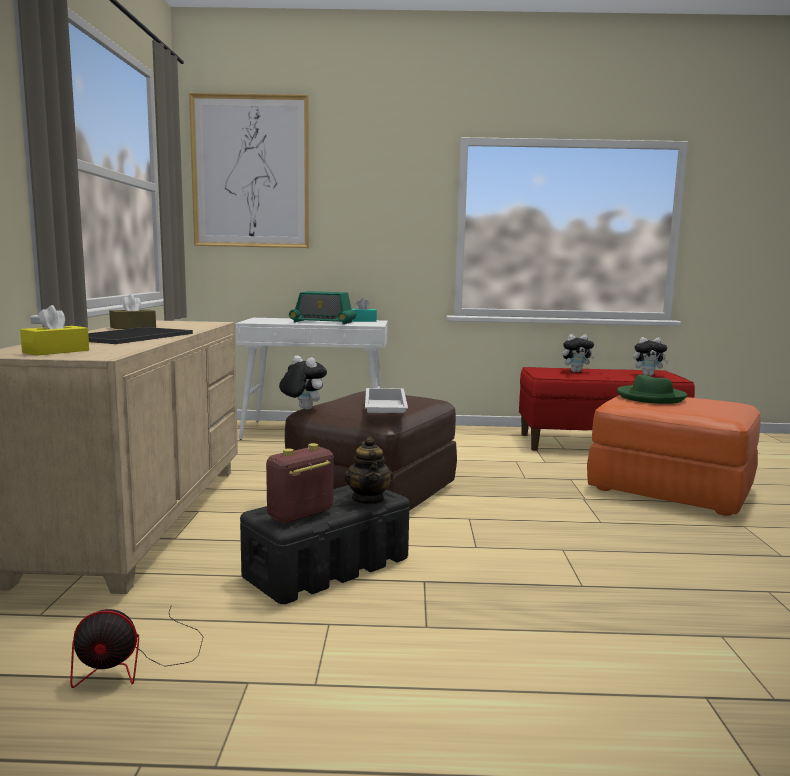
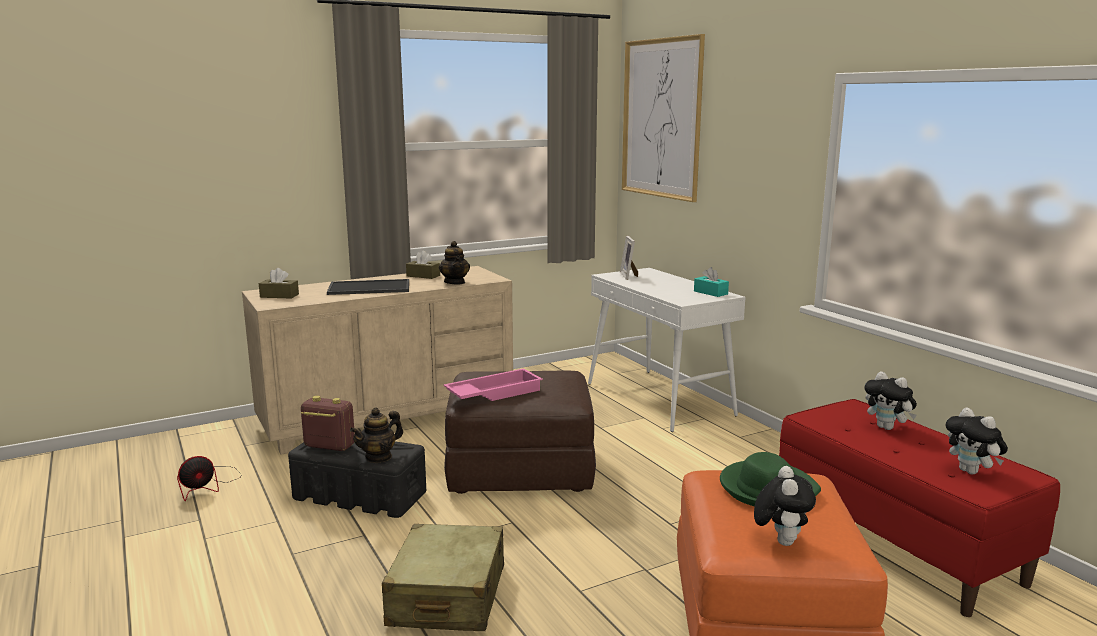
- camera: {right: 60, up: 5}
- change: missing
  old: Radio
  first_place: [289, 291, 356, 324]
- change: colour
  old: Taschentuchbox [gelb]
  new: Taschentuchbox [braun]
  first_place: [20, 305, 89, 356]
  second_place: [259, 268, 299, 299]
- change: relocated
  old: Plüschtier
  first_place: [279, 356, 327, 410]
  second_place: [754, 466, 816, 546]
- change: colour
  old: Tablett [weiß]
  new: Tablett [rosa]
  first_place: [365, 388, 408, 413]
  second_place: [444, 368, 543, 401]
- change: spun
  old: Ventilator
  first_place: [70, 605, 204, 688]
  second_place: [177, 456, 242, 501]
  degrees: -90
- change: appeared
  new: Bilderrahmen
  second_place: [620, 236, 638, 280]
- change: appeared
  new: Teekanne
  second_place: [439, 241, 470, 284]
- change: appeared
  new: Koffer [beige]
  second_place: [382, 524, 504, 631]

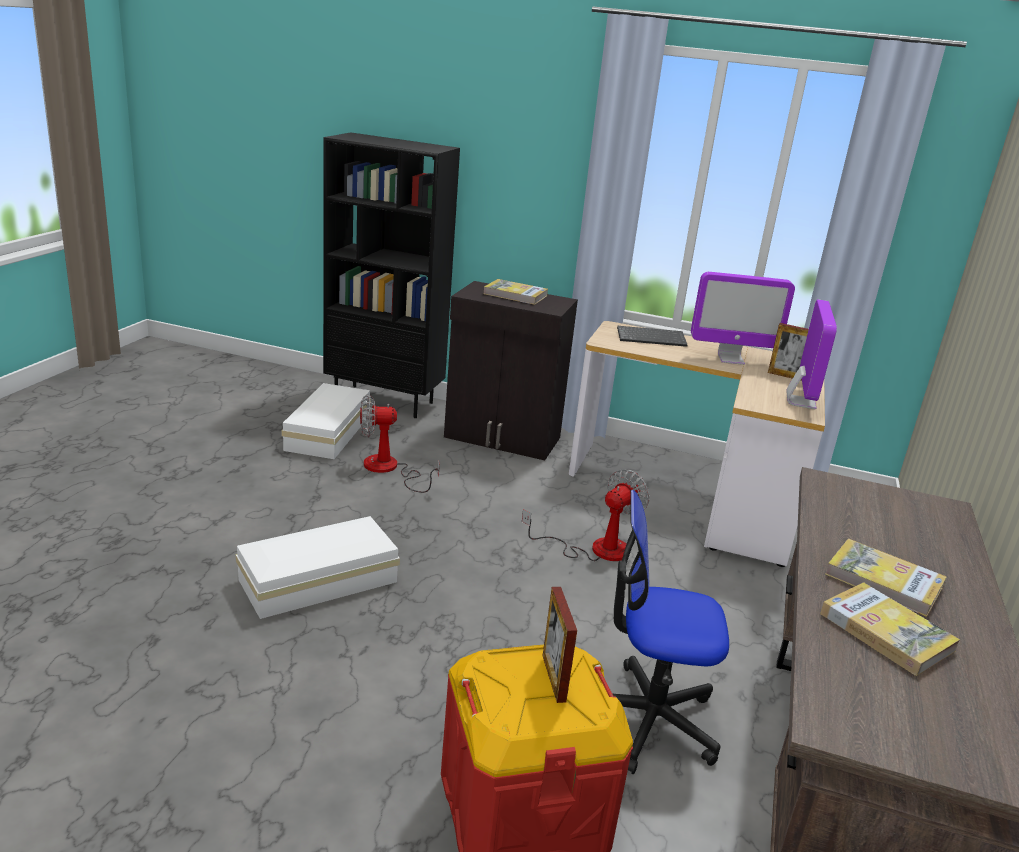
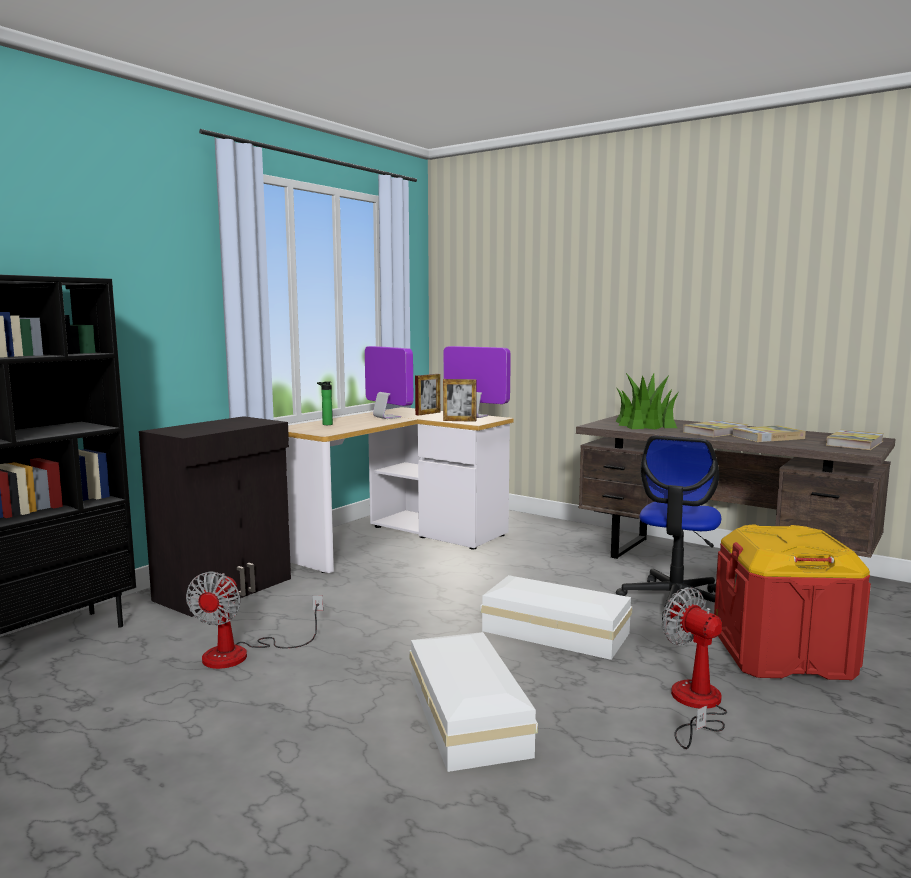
- camera: {right: -70, up: -15}
- change: spun
  old: Monitor
  first_place: [691, 272, 795, 365]
  second_place: [365, 346, 413, 419]
  degrees: -60
- change: relocated
  old: Buch
  first_place: [484, 279, 548, 305]
  second_place: [826, 430, 884, 450]
- change: exchanged
  old: Tastatur
  new: Flasche
  first_place: [617, 326, 687, 347]
  second_place: [317, 381, 333, 425]
- change: relocated
  old: Aufbewahrungsbox [weiß]
  first_place: [281, 383, 371, 459]
  second_place: [481, 575, 632, 660]
- change: relocated
  old: Ventilator
  first_place: [522, 469, 650, 561]
  second_place: [662, 587, 727, 749]
- change: relocated
  old: Bilderrahmen
  first_place: [543, 587, 577, 703]
  second_place: [443, 379, 477, 422]
- change: appeared
  new: Topfpflanze
  second_place: [615, 372, 679, 429]

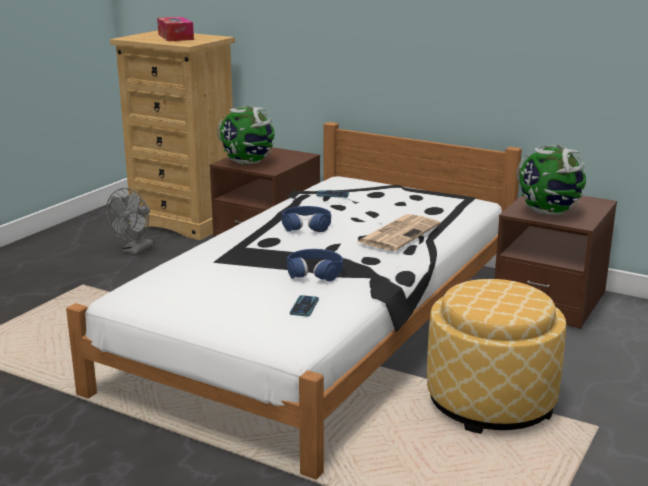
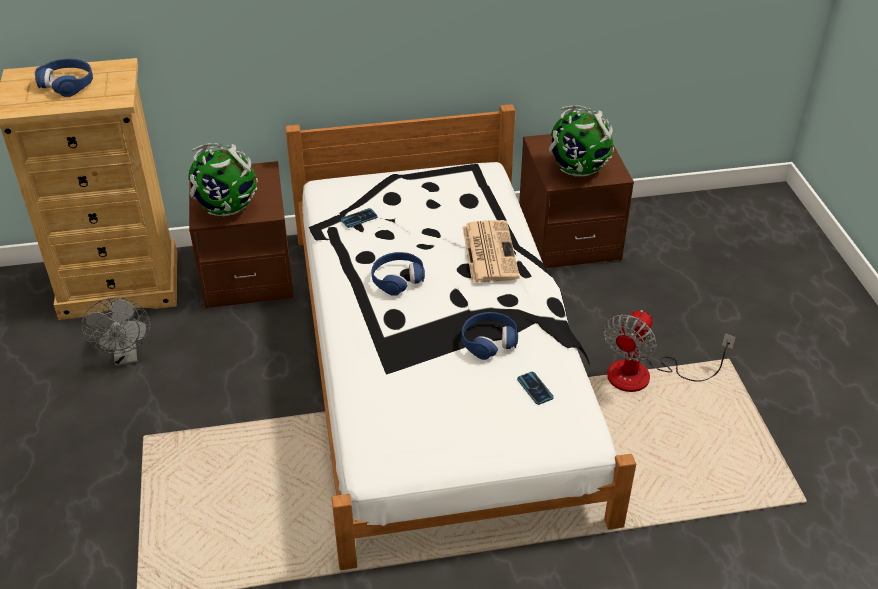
- camera: {right: -40, up: 20}
- change: exchanged
  old: Taschentuchbox
  new: Kopfhörer [blau]
  first_place: [157, 17, 194, 41]
  second_place: [35, 58, 93, 97]
- change: exchanged
  old: Polsterhocker
  new: Ventilator
  first_place: [427, 279, 566, 434]
  second_place: [603, 310, 736, 392]

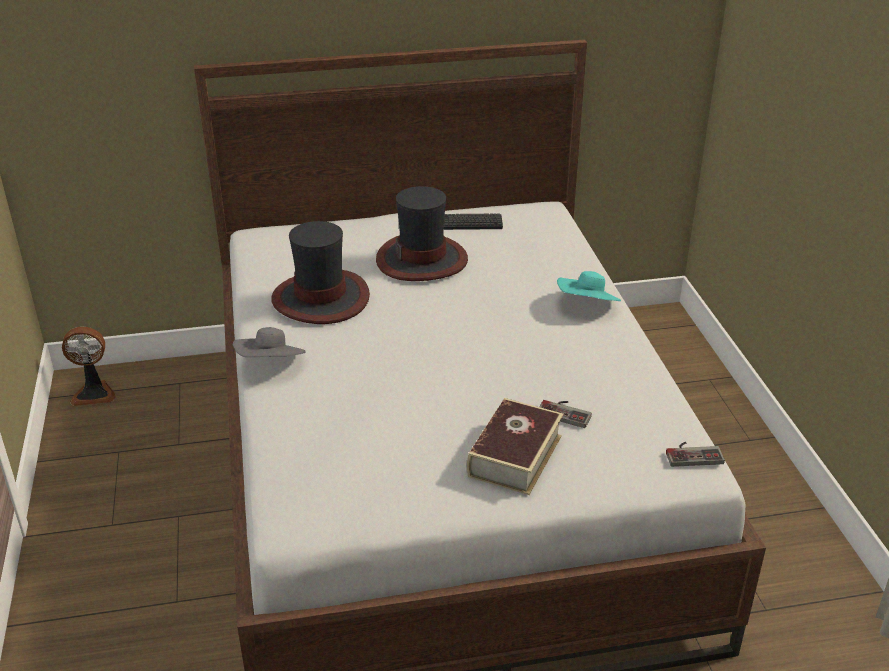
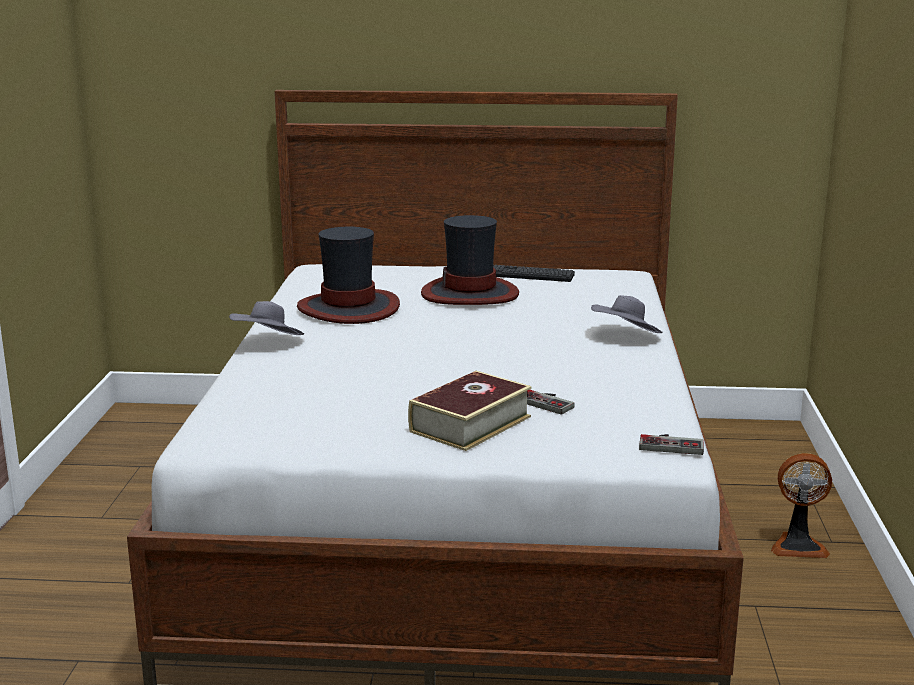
- camera: {right: 15, up: -15}
- change: colour
  old: Hut [türkis]
  new: Hut [grau]
  first_place: [557, 271, 621, 301]
  second_place: [591, 295, 662, 333]
- change: relocated
  old: Ventilator
  first_place: [62, 327, 116, 406]
  second_place: [771, 453, 832, 558]

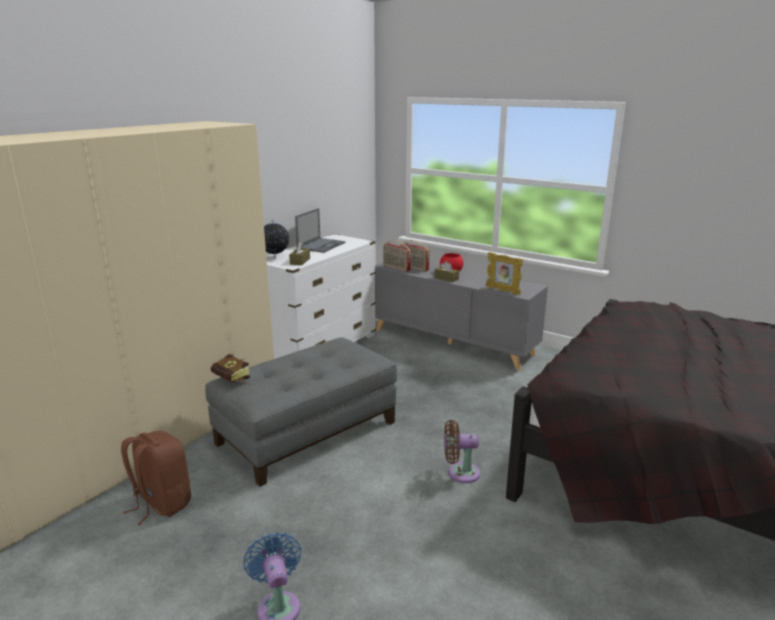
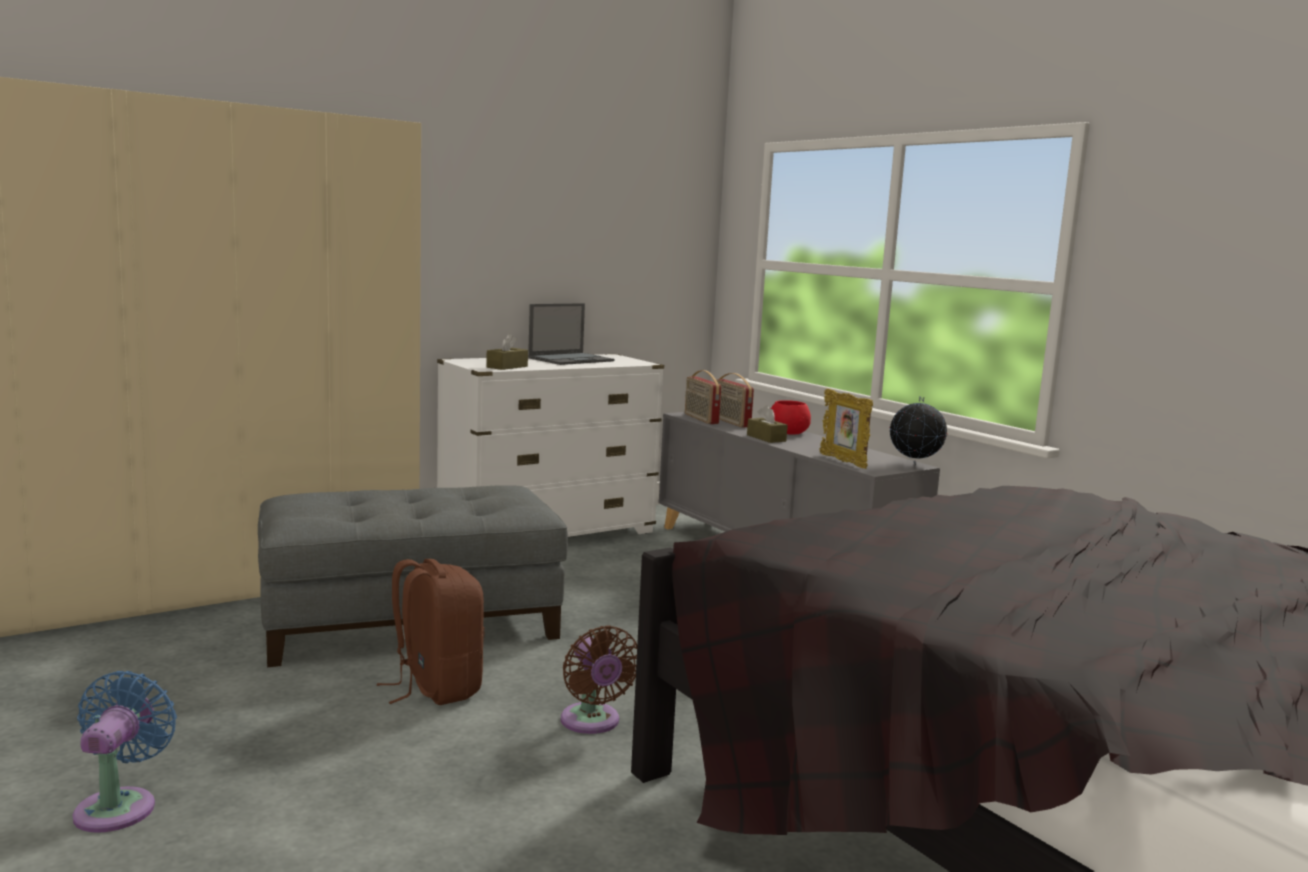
- camera: {right: 20, up: -10}
- change: relocated
  old: Globus
  first_place: [264, 220, 289, 258]
  second_place: [890, 397, 947, 466]
- change: missing
  old: Buch
  first_place: [211, 354, 251, 385]
- change: spun
  old: Ventilator [braun]
  first_place: [444, 420, 480, 483]
  second_place: [561, 626, 637, 734]
  degrees: -135
- change: relocated
  old: Rucksack [braun]
  first_place: [121, 431, 191, 525]
  second_place: [377, 559, 484, 705]

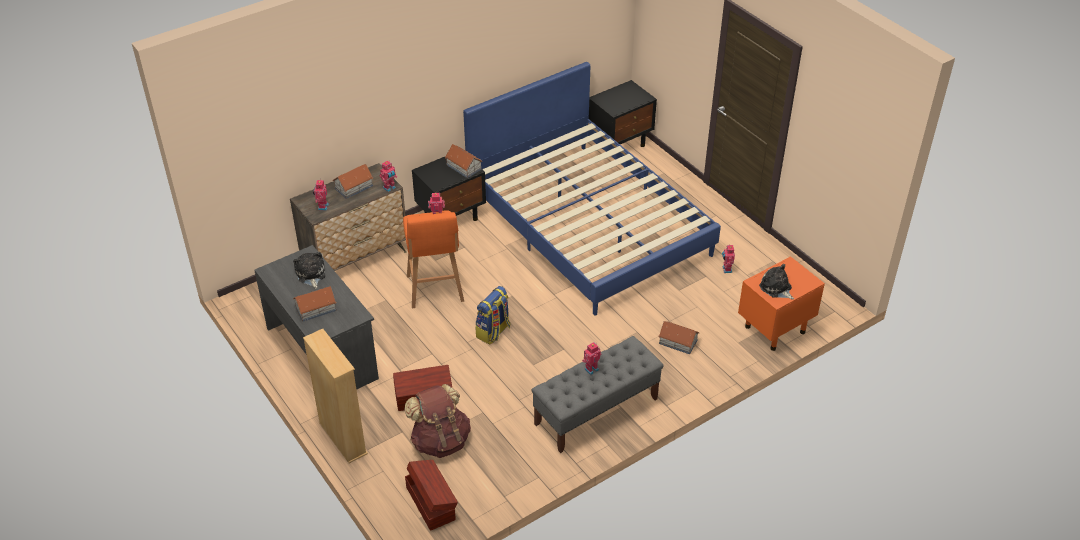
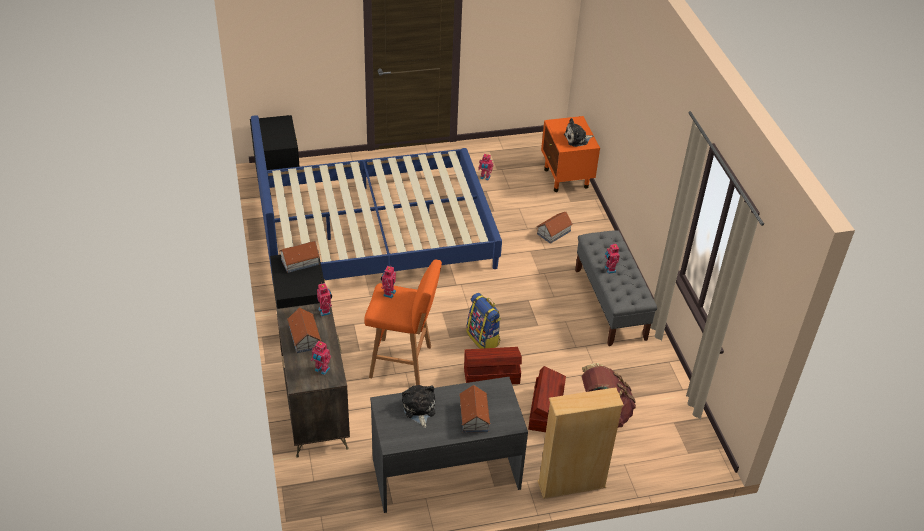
- camera: {right: -70, up: 0}
- change: spun
  old: Plüschtier
  first_place: [293, 252, 325, 289]
  second_place: [402, 385, 436, 428]
  degrees: 75
- change: relocated
  old: Aufbewahrungsbox [braun]
  first_place: [405, 460, 458, 531]
  second_place: [464, 347, 522, 384]

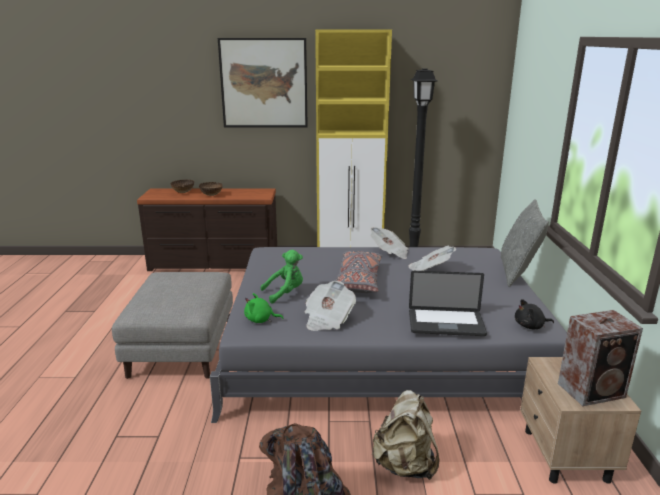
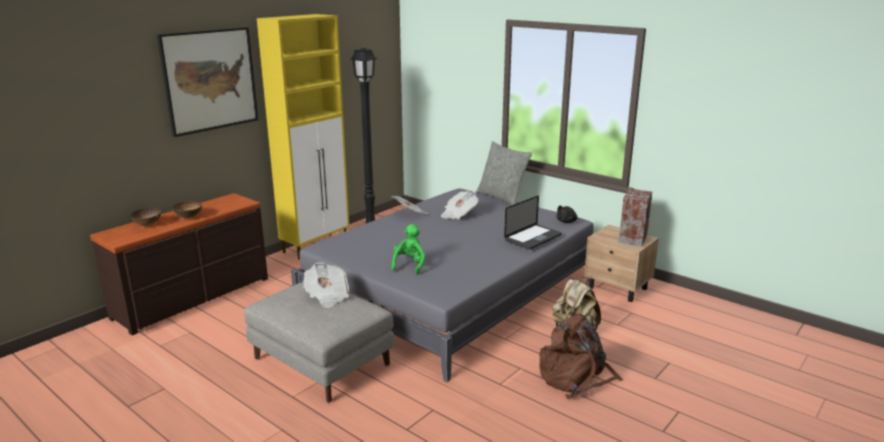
- camera: {right: -50, up: 0}
- change: missing
  old: Kissen [grau]
  first_place: [336, 251, 382, 293]
- change: relocated
  old: Zeitung
  first_place: [305, 281, 356, 331]
  second_place: [303, 262, 349, 308]
- change: missing
  old: Plüschtier [grün]
  first_place: [244, 293, 284, 323]

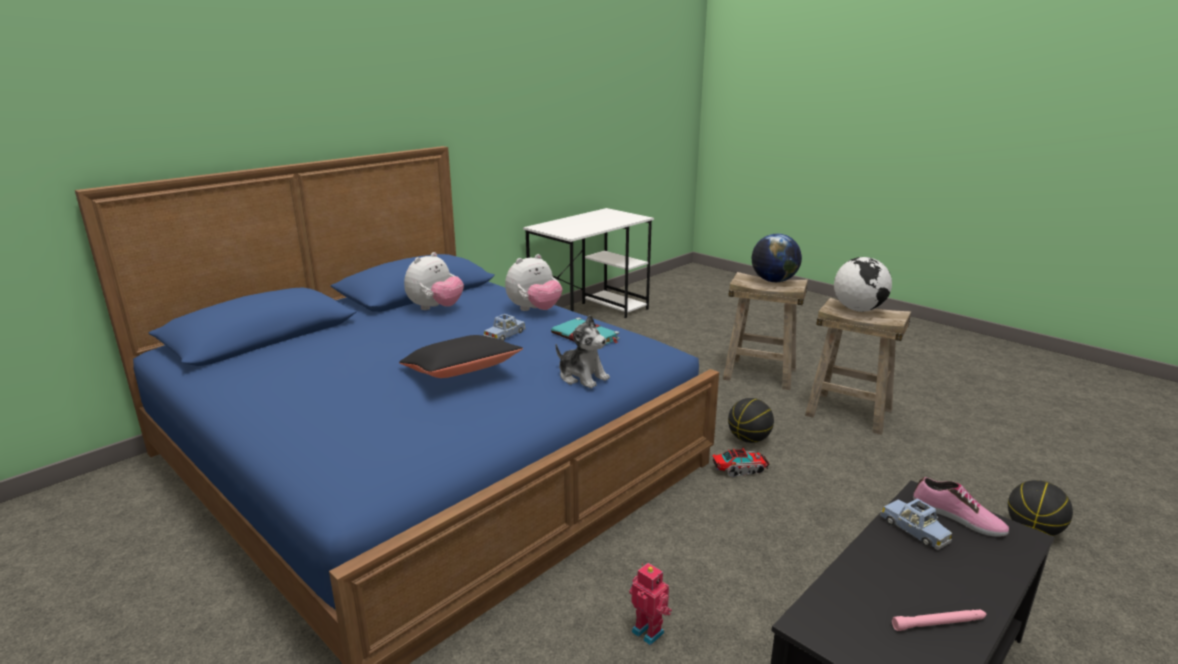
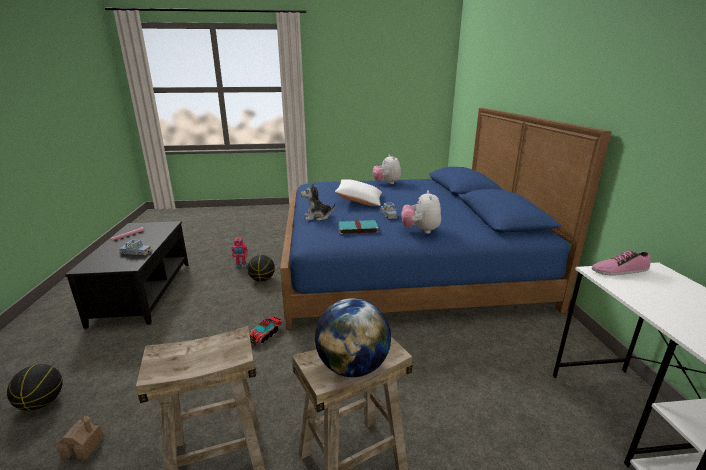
- camera: {right: 130, up: 0}
- change: relocated
  old: Plüschtier
  first_place: [404, 252, 464, 310]
  second_place: [372, 155, 401, 184]
- change: missing
  old: Globus
  first_place: [834, 257, 892, 312]
- change: colour
  old: Kissen [schwarz]
  new: Kissen [weiß]
  first_place: [399, 335, 523, 378]
  second_place: [335, 179, 382, 206]
- change: relocated
  old: Basketball
  first_place: [728, 398, 774, 443]
  second_place: [247, 255, 275, 282]
- change: relocated
  old: Schuh
  first_place: [913, 477, 1009, 537]
  second_place: [592, 250, 651, 276]
- change: appeared
  new: Spielzeughaus
  second_place: [56, 416, 104, 460]

